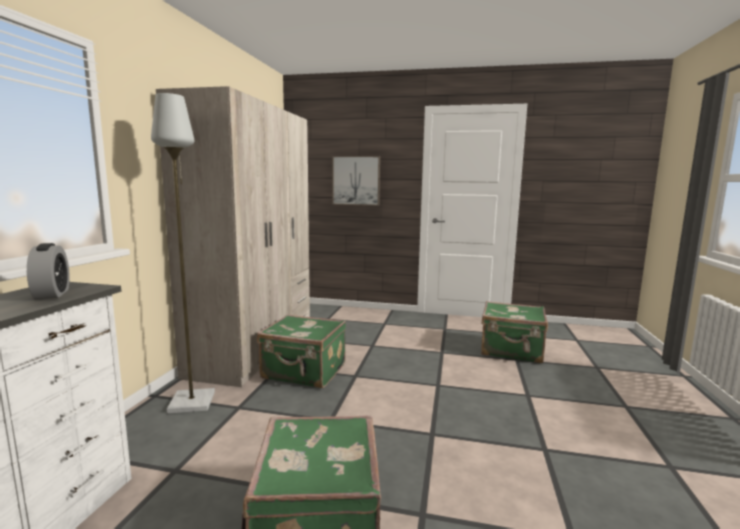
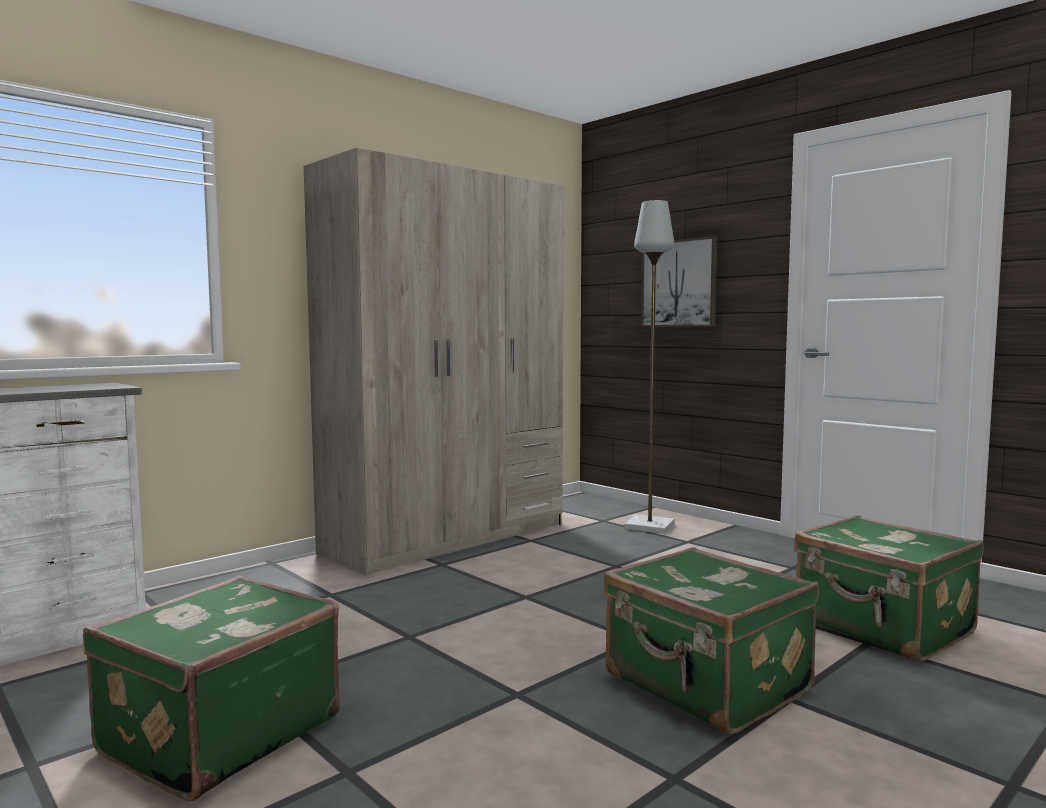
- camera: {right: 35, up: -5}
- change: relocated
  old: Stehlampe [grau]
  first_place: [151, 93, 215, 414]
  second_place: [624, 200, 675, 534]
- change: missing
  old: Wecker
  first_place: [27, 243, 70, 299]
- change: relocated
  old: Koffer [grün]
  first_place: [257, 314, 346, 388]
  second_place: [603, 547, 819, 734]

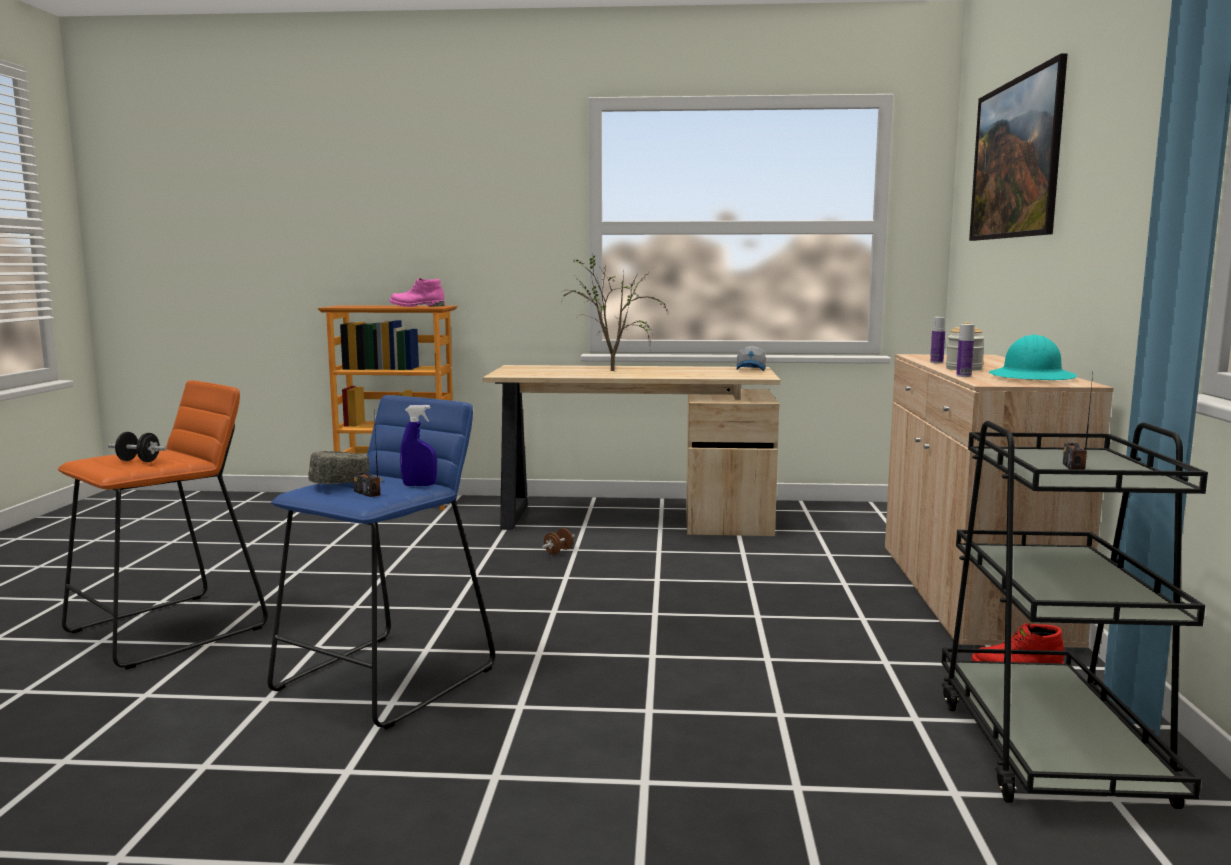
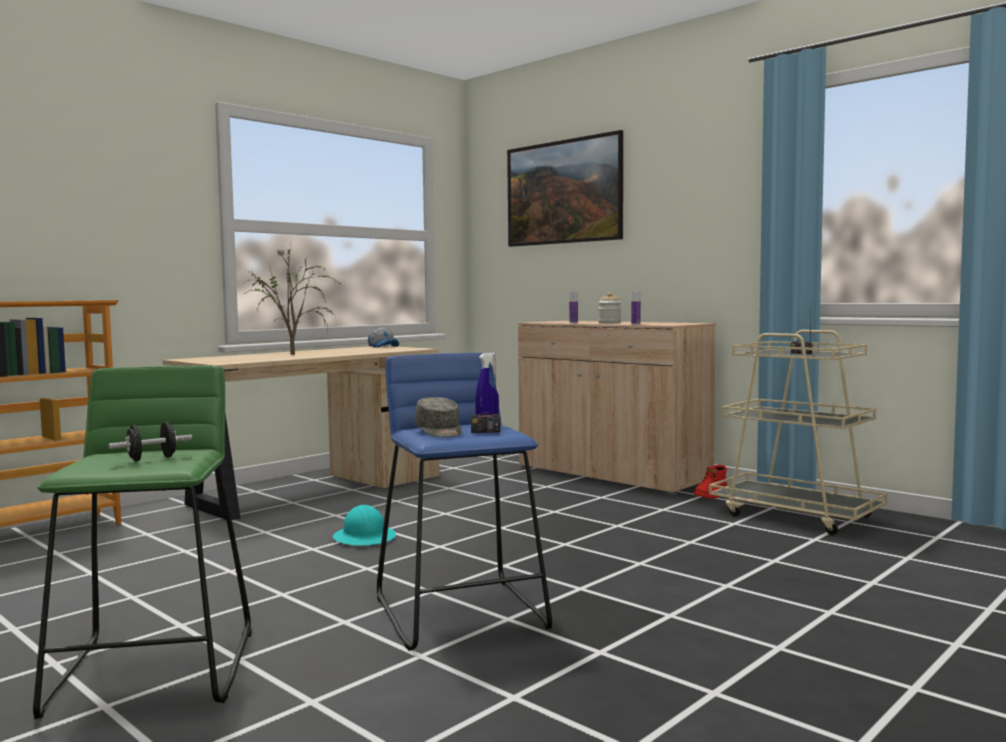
- camera: {right: -50, up: -5}
- change: missing
  old: Stiefel [rosa]
  first_place: [390, 278, 445, 307]
- change: relocated
  old: Schutzhelm [türkis]
  first_place: [989, 334, 1077, 380]
  second_place: [333, 505, 396, 546]
- change: colour
  old: Hocker [orange]
  new: Hocker [grün]
  first_place: [58, 380, 268, 669]
  second_place: [33, 366, 252, 719]
- change: colour
  old: Rollwagen [schwarz]
  new: Rollwagen [beige]
  first_place: [941, 421, 1208, 809]
  second_place: [709, 330, 888, 535]
- change: spun
  old: Kappe [grau]
  first_place: [308, 451, 383, 484]
  second_place: [415, 397, 462, 437]
  degrees: 150
- change: missing
  old: Hantel [braun]
  first_place: [542, 528, 575, 554]

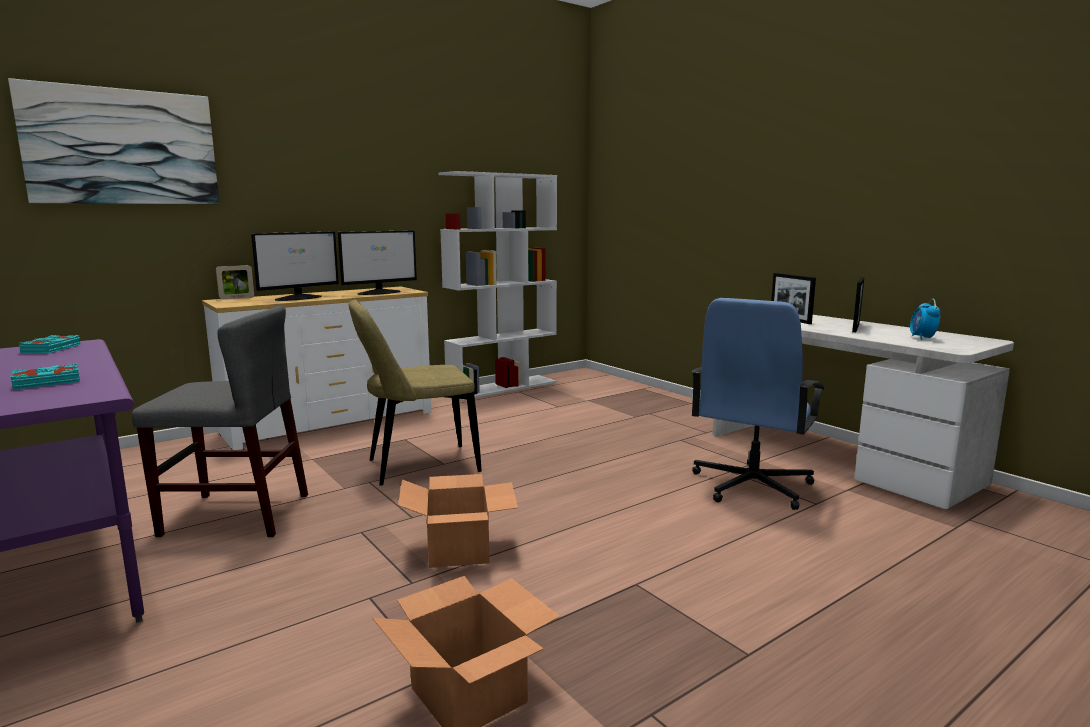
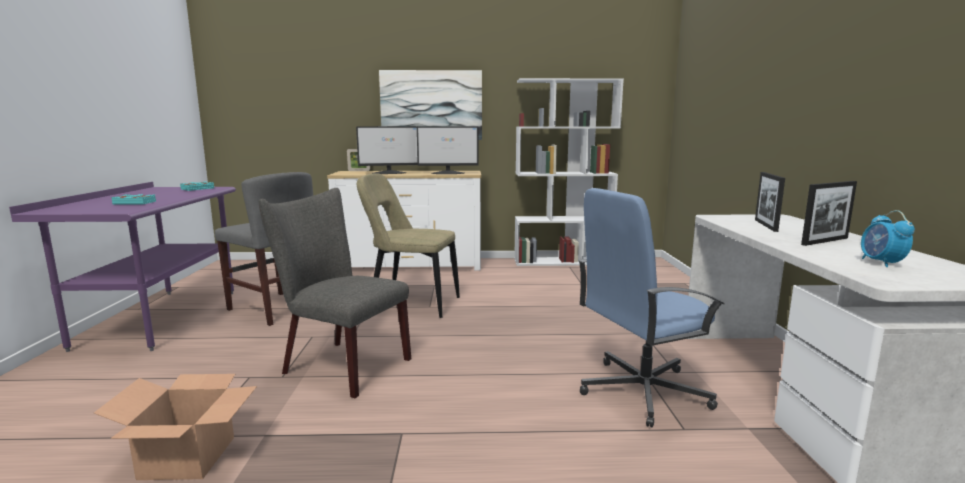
- camera: {right: 35, up: 0}
- change: relocated
  old: Bild
  first_place: [8, 78, 219, 204]
  second_place: [379, 70, 482, 140]
- change: spun
  old: Wecker
  first_place: [910, 299, 941, 340]
  second_place: [861, 210, 915, 267]
  degrees: -45
- change: exchanged
  old: Karton
  new: Stuhl [grau]
  first_place: [398, 474, 518, 568]
  second_place: [259, 188, 411, 398]

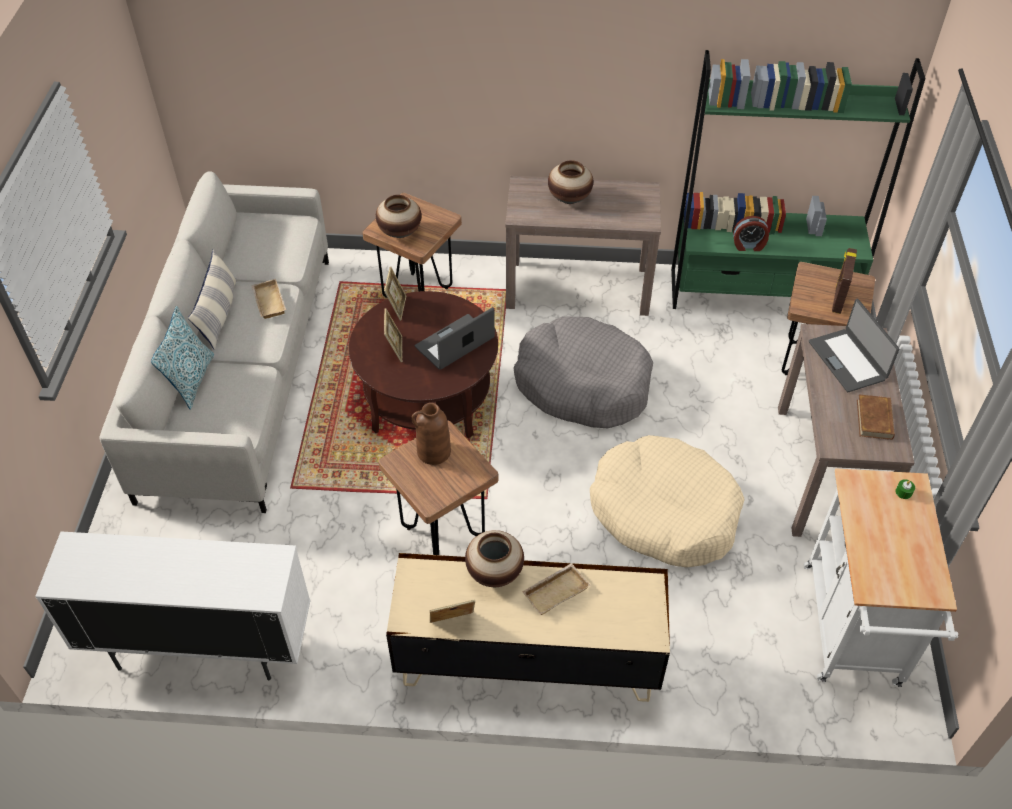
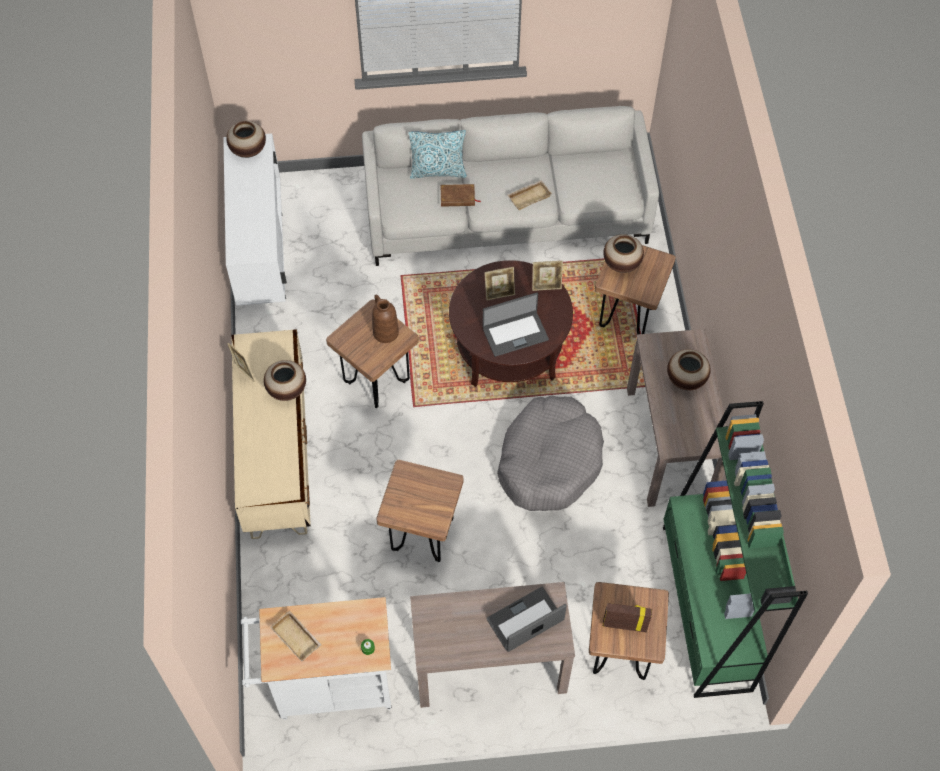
- camera: {right: 80, up: 10}
- change: missing
  old: Wecker
  first_place: [733, 216, 769, 251]
- change: missing
  old: Kissen
  first_place: [188, 249, 237, 350]
- change: spun
  old: Laptop
  first_place: [415, 307, 495, 370]
  second_place: [482, 292, 549, 357]
  degrees: 120
- change: relocated
  old: Buch [braun]
  first_place: [857, 394, 895, 440]
  second_place: [441, 184, 481, 207]
- change: exchanged
  old: Hundebett [beige]
  new: Hocker [braun]
  first_place: [590, 435, 745, 567]
  second_place: [376, 460, 463, 562]
- change: relocated
  old: Tablett [beige]
  first_place: [522, 563, 590, 615]
  second_place: [270, 610, 322, 662]
- change: appeared
  new: Vase
  second_place: [226, 121, 266, 158]

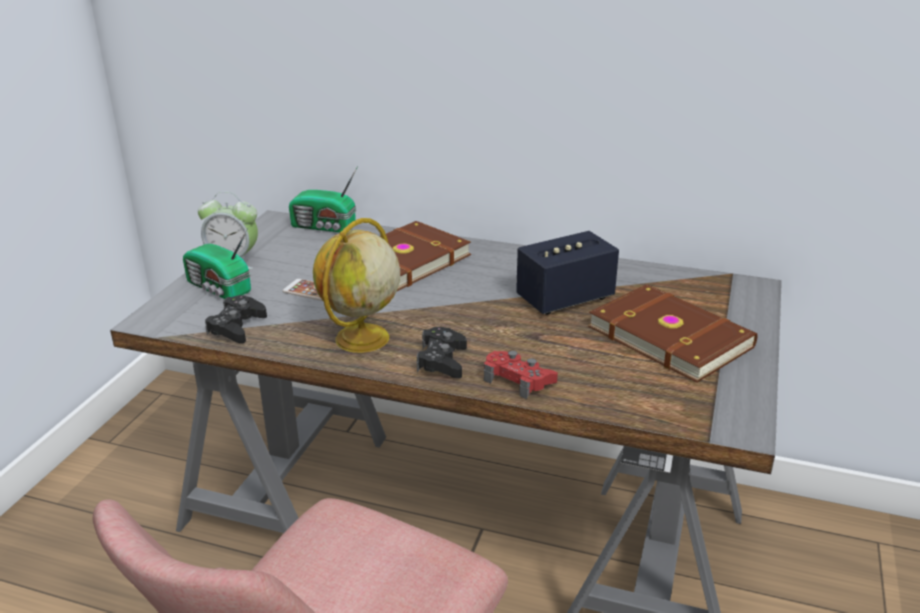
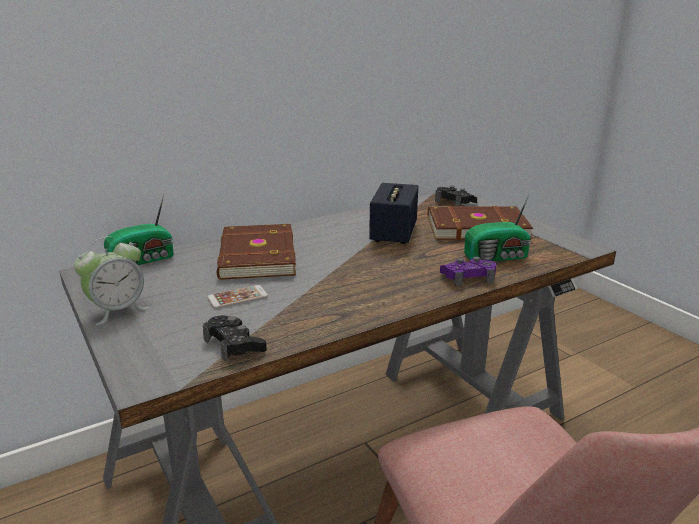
- camera: {right: -50, up: -5}
- change: missing
  old: Globus
  first_place: [313, 218, 400, 353]
- change: relocated
  old: Radio
  first_place: [183, 228, 251, 299]
  second_place: [464, 195, 531, 261]
- change: relocated
  old: Gamepad [schwarz]
  first_place: [417, 327, 467, 379]
  second_place: [435, 186, 477, 207]
- change: colour
  old: Gamepad [rot]
  new: Gamepad [lila]
  first_place: [484, 351, 558, 399]
  second_place: [440, 257, 496, 287]

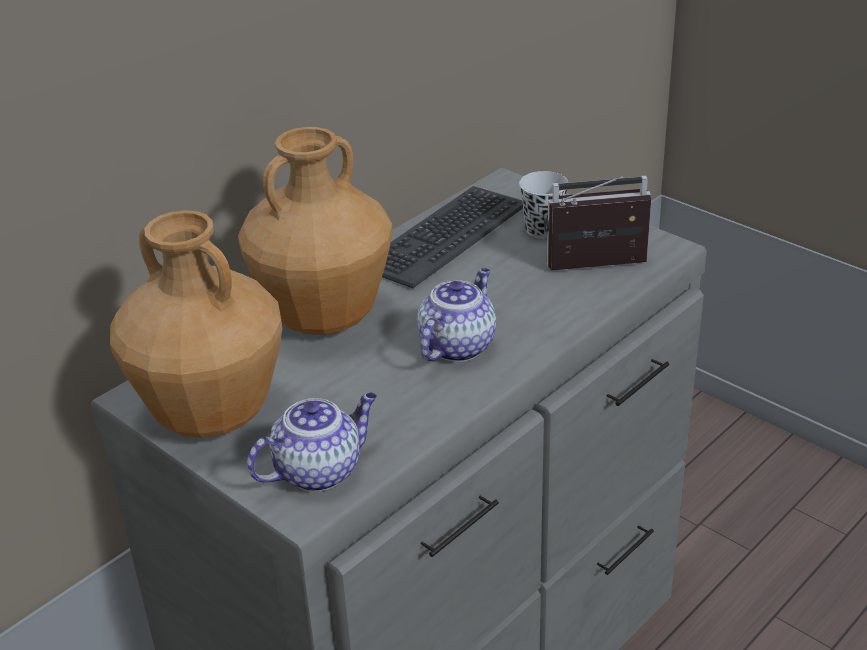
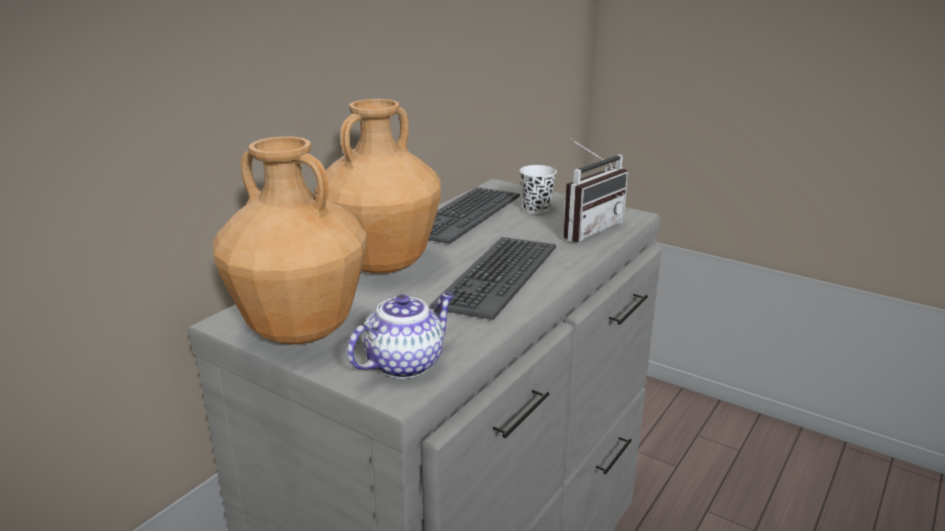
- camera: {right: -10, up: -10}
- change: spun
  old: Radio
  first_place: [544, 176, 651, 270]
  second_place: [564, 138, 628, 242]
  degrees: 150
- change: exchanged
  old: Teekanne
  new: Tastatur
  first_place: [417, 268, 496, 362]
  second_place: [430, 237, 556, 320]

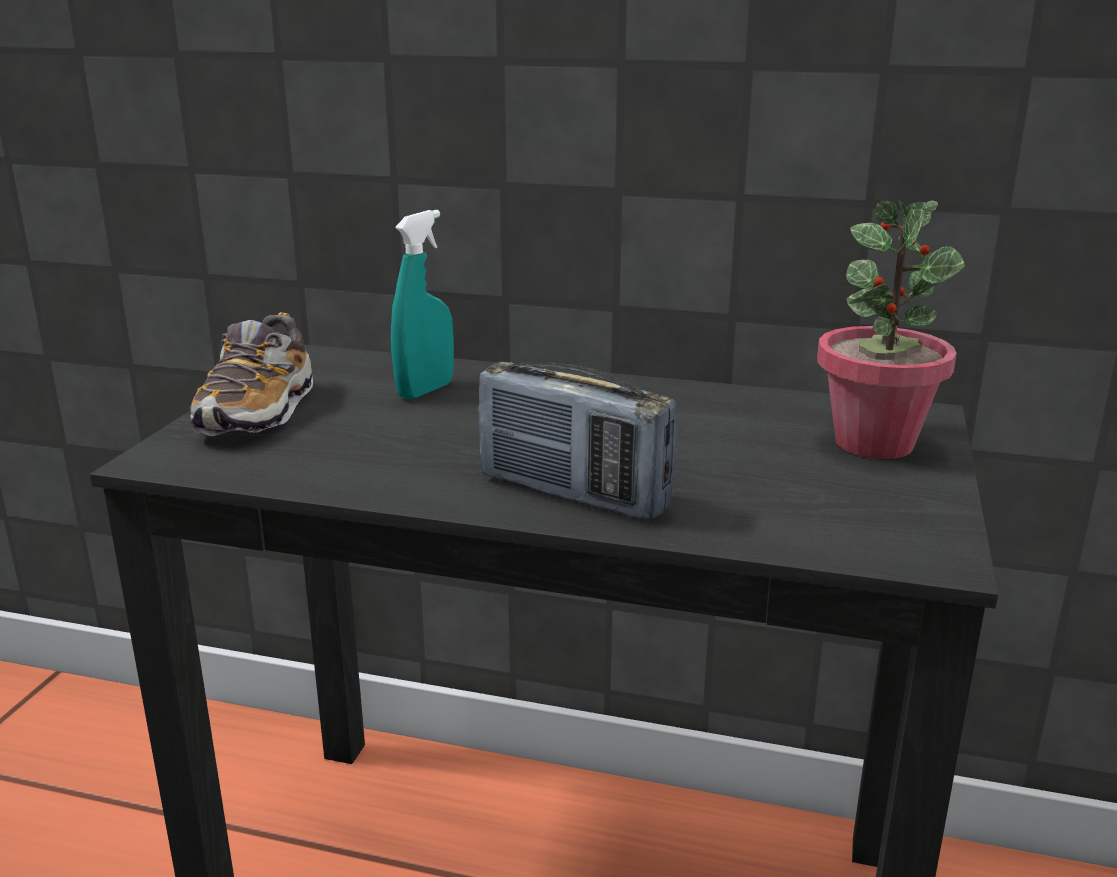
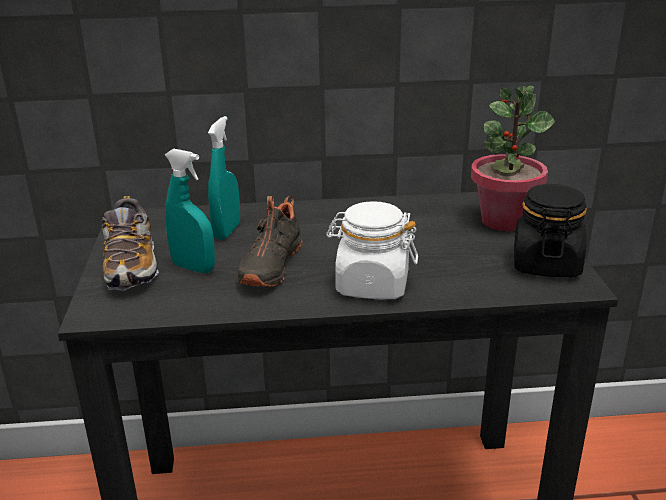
- camera: {right: -20, up: 5}
- change: exchanged
  old: Radio
  new: Vorratsglas [weiß]
  first_place: [478, 362, 677, 520]
  second_place: [326, 201, 418, 299]
- change: appeared
  new: Sprühflasche [türkis]
  second_place: [165, 149, 215, 273]
- change: appeared
  new: Vorratsglas [schwarz]
  second_place: [514, 184, 587, 277]
- change: appeared
  new: Schuh [schwarz]
  second_place: [238, 196, 302, 287]

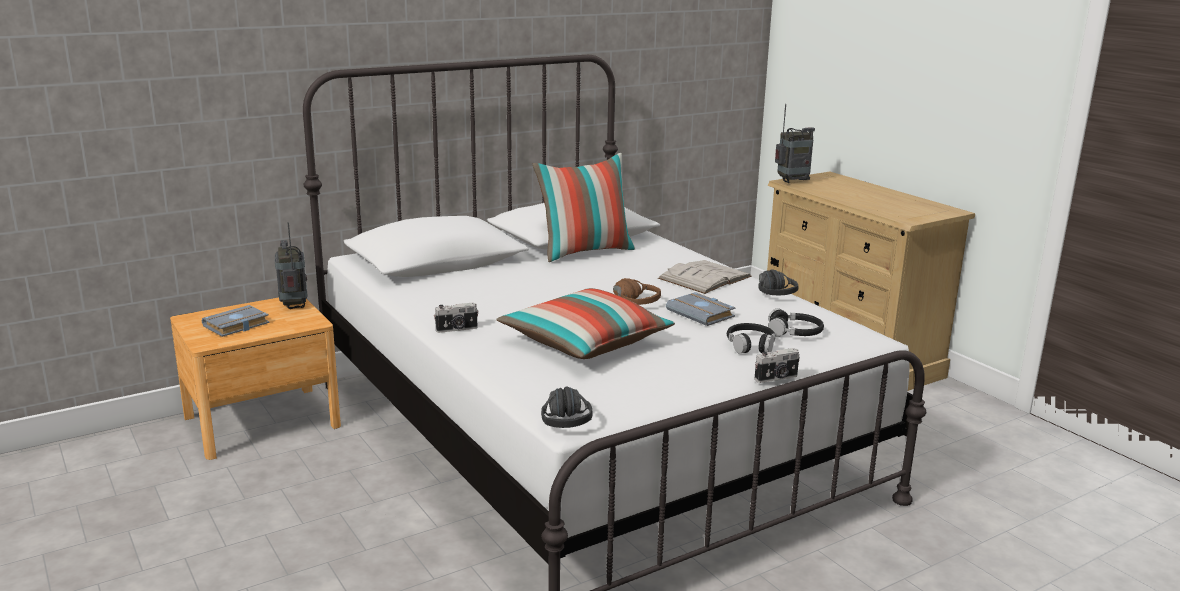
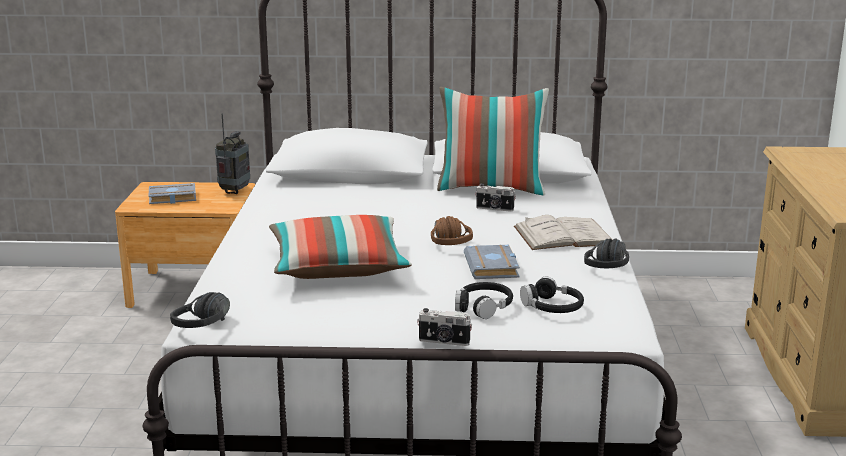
- camera: {right: 35, up: 0}
- change: missing
  old: Radio
  first_place: [775, 104, 815, 183]
- change: relocated
  old: Kamera
  first_place: [434, 303, 479, 333]
  second_place: [475, 184, 516, 212]

